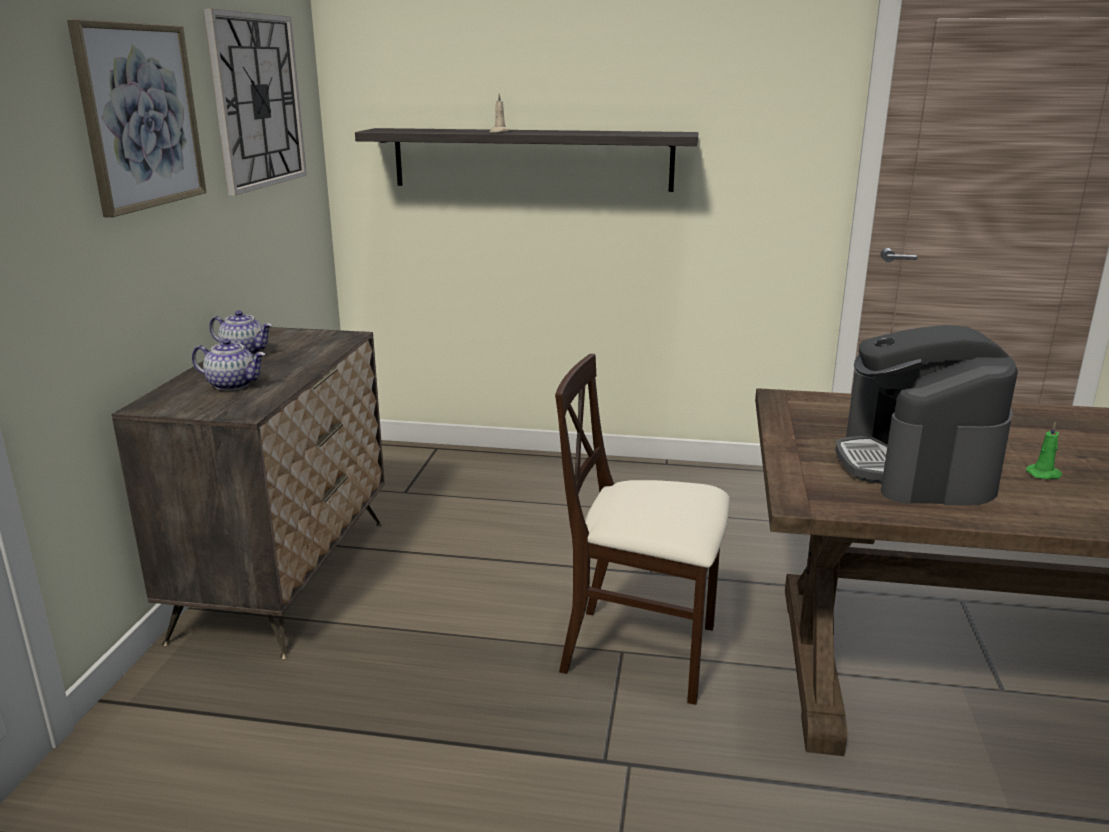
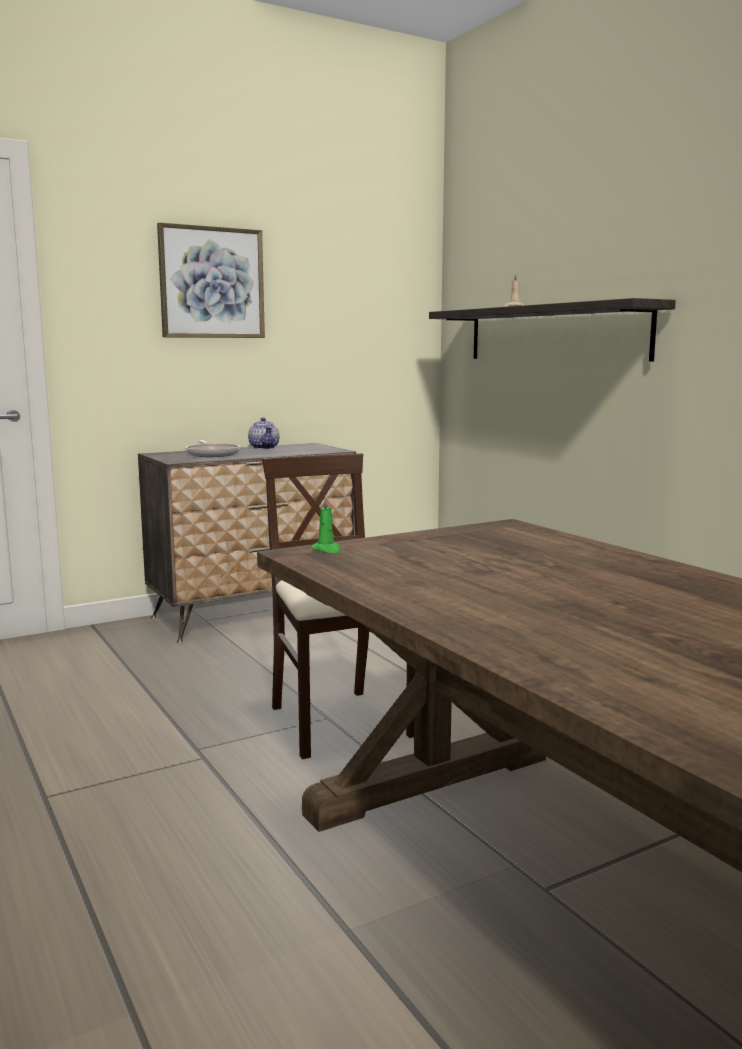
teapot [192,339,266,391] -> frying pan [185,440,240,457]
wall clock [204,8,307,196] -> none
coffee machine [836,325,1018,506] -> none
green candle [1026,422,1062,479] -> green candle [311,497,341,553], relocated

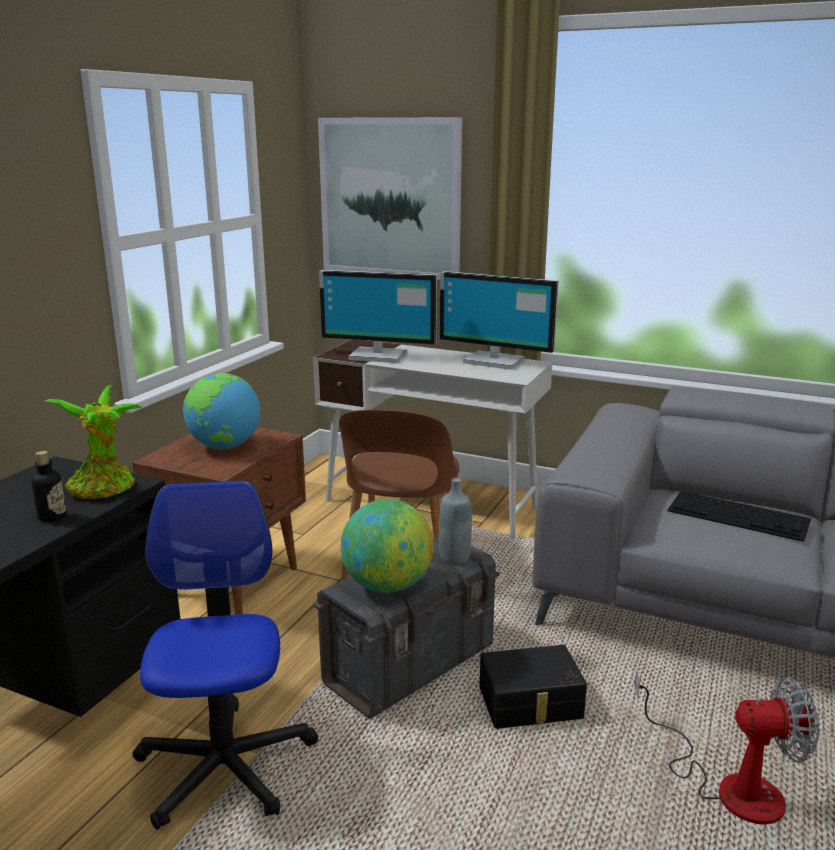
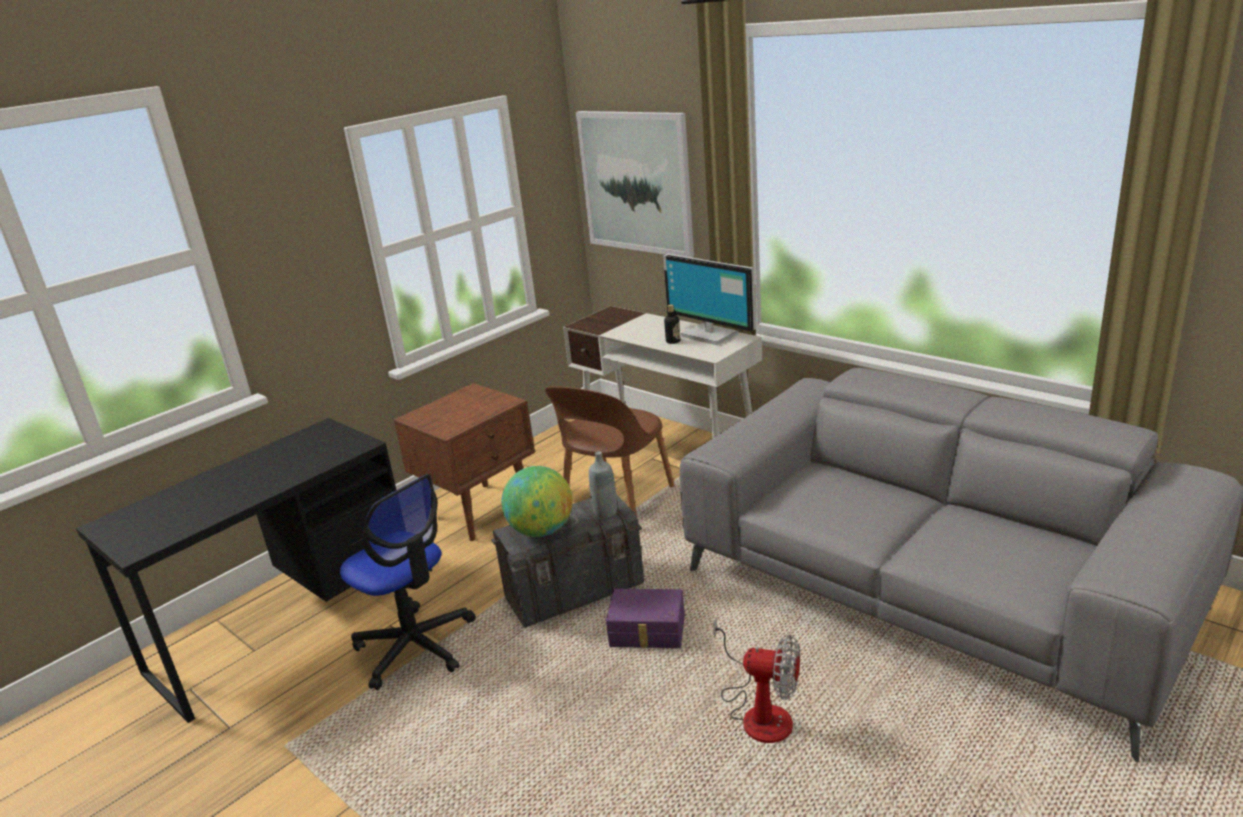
bottle [31,451,67,522] -> bottle [664,304,680,344], relocated
potted plant [45,385,143,499] -> none
office chair [133,480,318,830] -> office chair [340,474,476,690], 120 degrees clockwise
globe [183,373,260,450] -> none
monitor [319,270,437,363] -> none
black storage box [480,645,587,729] -> purple storage box [606,589,685,648]
keyboard [667,491,811,542] -> none

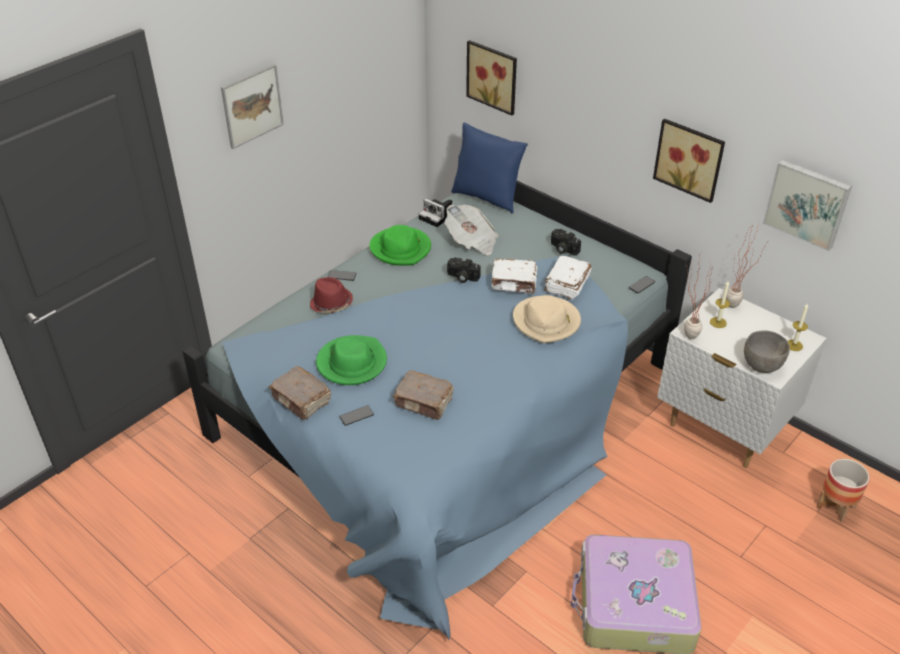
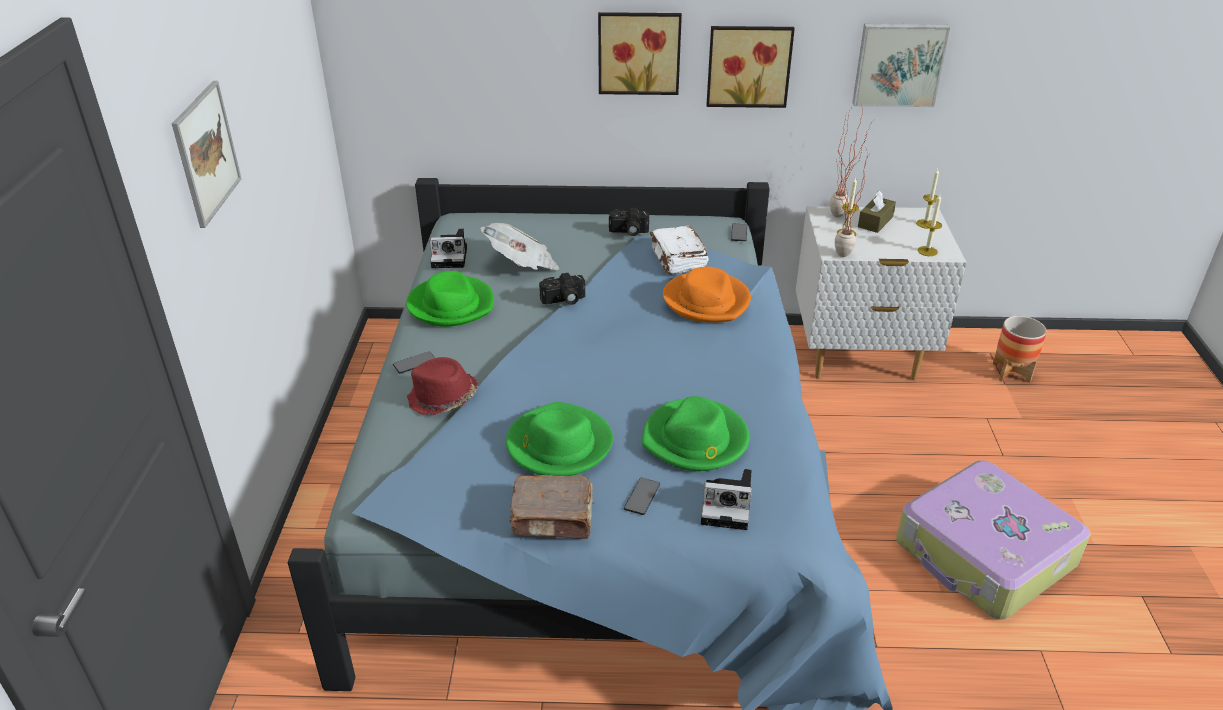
brown book [393,370,454,420] -> green hat [642,396,750,471]
blue pillow [451,122,528,214] -> none
picture [466,40,517,116] -> picture [598,12,682,95], relocated
white book [491,259,537,294] -> none
beige hat [513,295,581,343] -> orange hat [663,267,751,323]
grey bowl [744,331,790,373] -> candle [918,194,942,256]
none -> photo camera [701,469,752,530]
none -> brown tissue box [858,190,896,233]

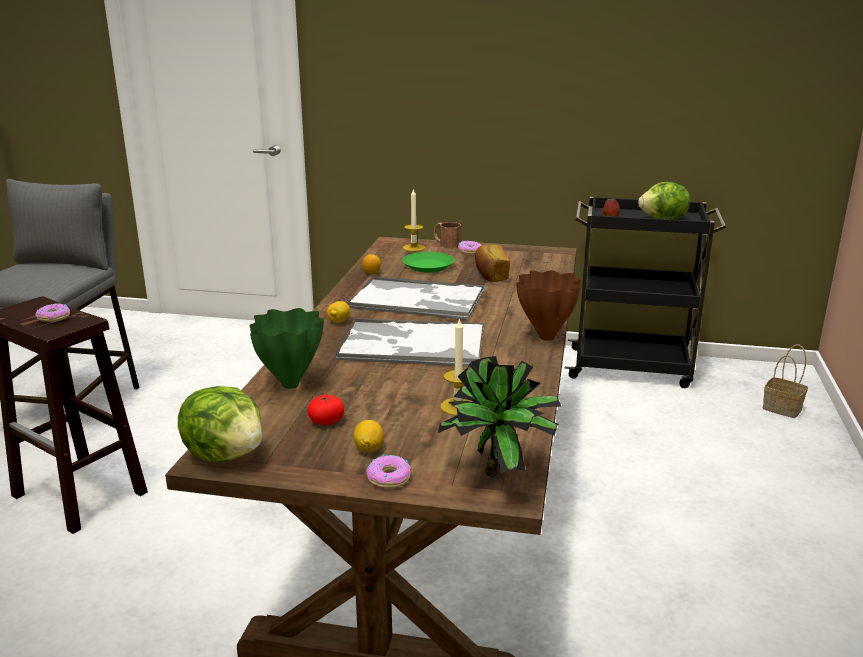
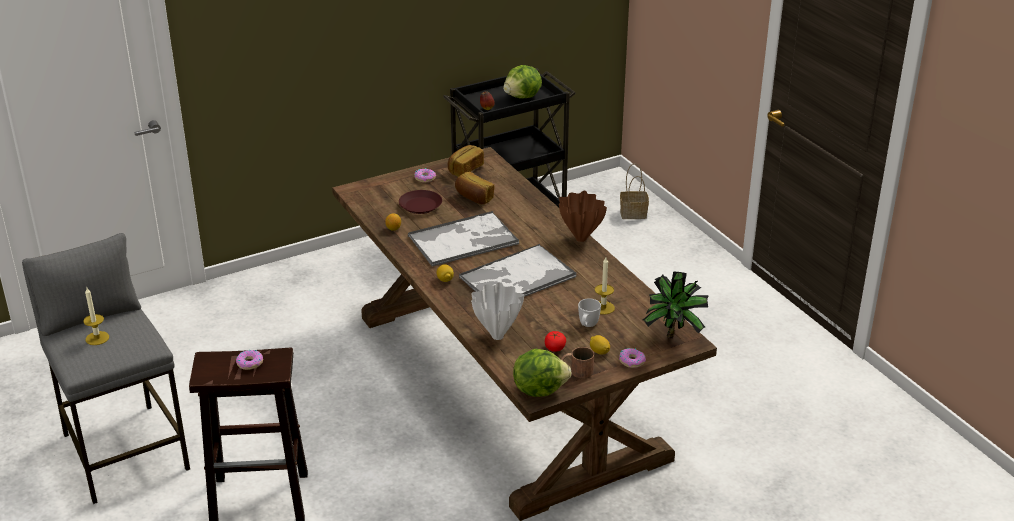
green vase [249,308,324,389] -> white vase [471,282,524,340]
green plate [402,252,454,272] -> brown plate [399,190,442,214]
candle [403,188,425,252] -> candle [83,288,109,345], relocated
brown mug [434,222,461,248] -> brown mug [561,347,594,378], relocated
none -> bread [448,145,484,177]
none -> white mug [578,299,601,327]

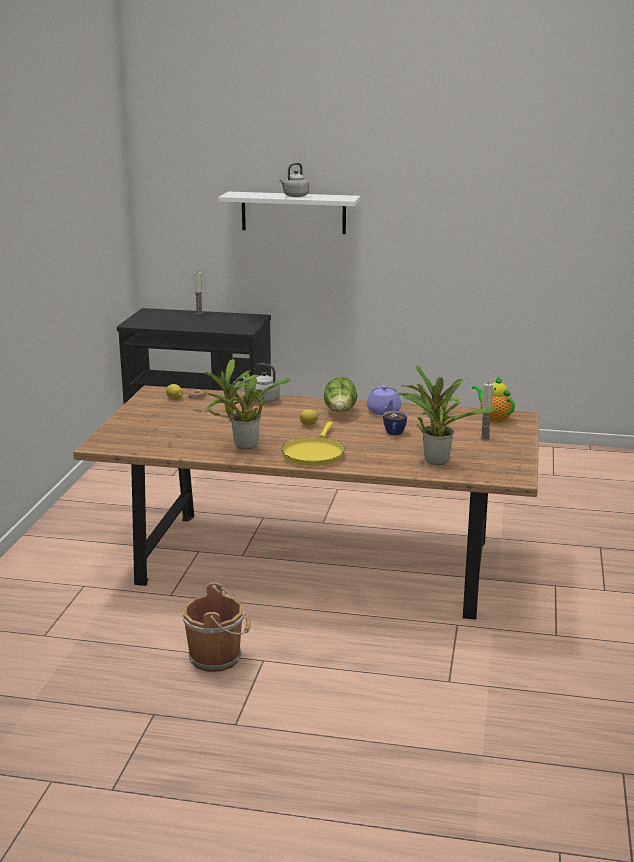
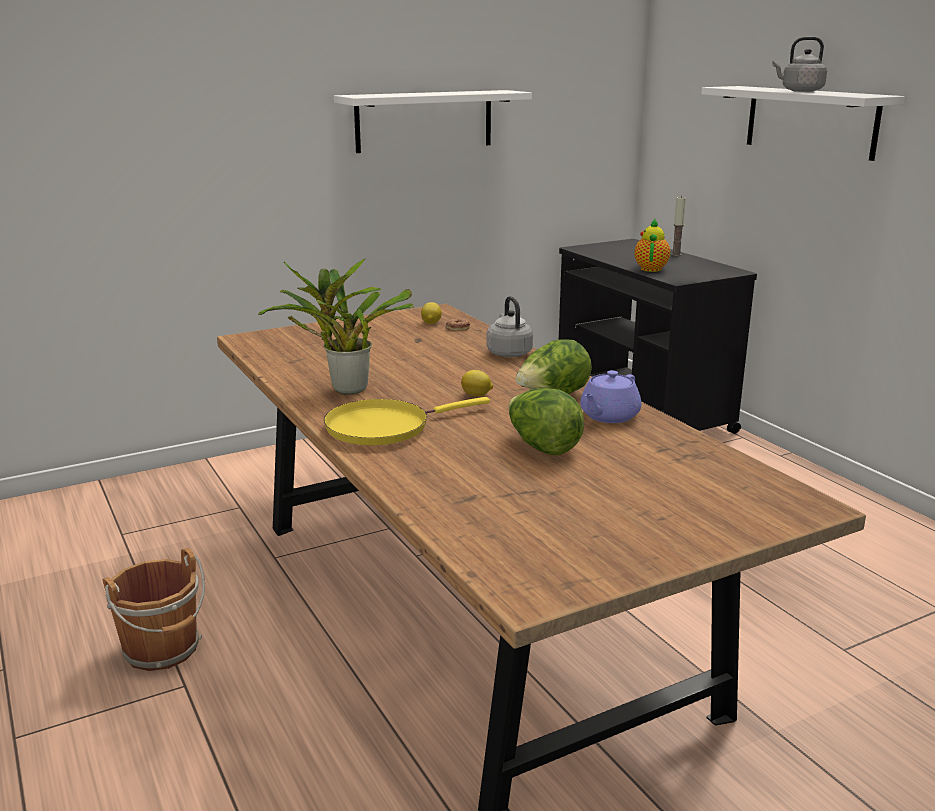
cup [383,411,408,435] -> lettuce [508,388,584,455]
potted plant [398,366,495,465] -> none
teapot [472,376,515,423] -> teapot [634,219,670,272], relocated
candle [480,383,493,440] -> none
none -> white shelf [334,90,532,153]

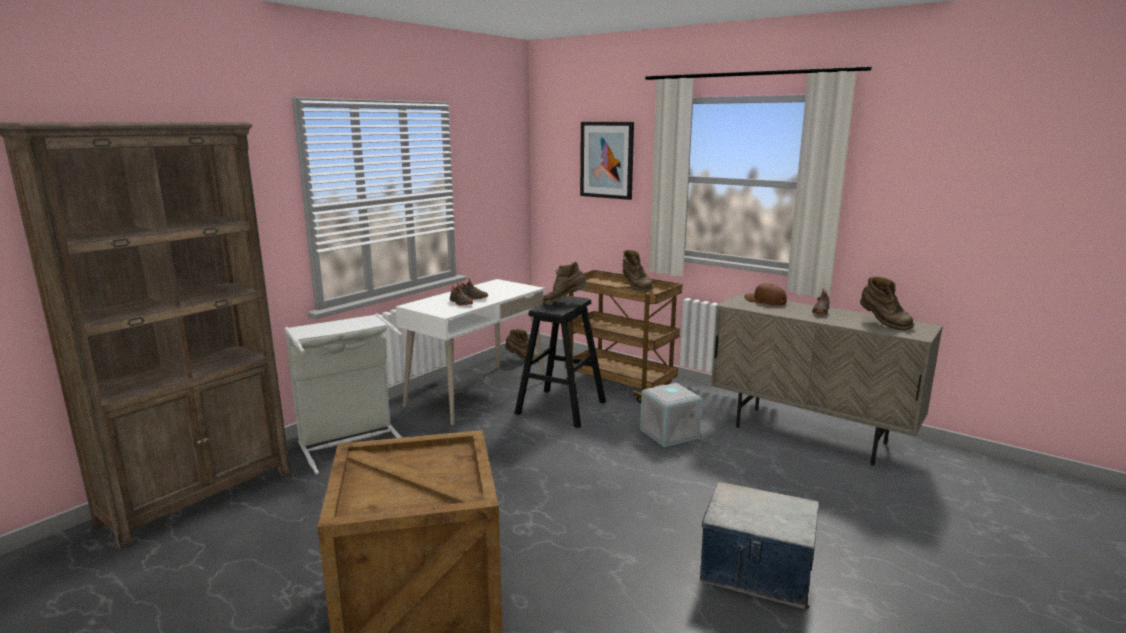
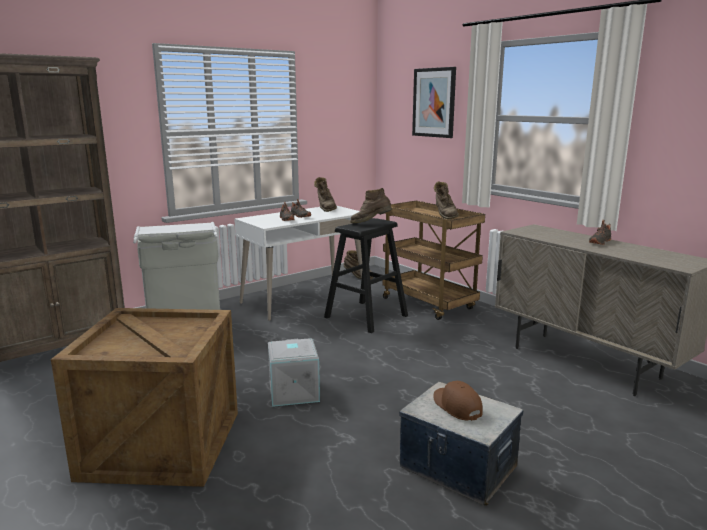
grey storage box [640,383,702,447] -> grey storage box [268,338,320,407], relocated
brown cap [744,283,787,305] -> brown cap [433,381,483,421], relocated
brown boot [860,276,914,330] -> brown boot [314,177,337,212], relocated

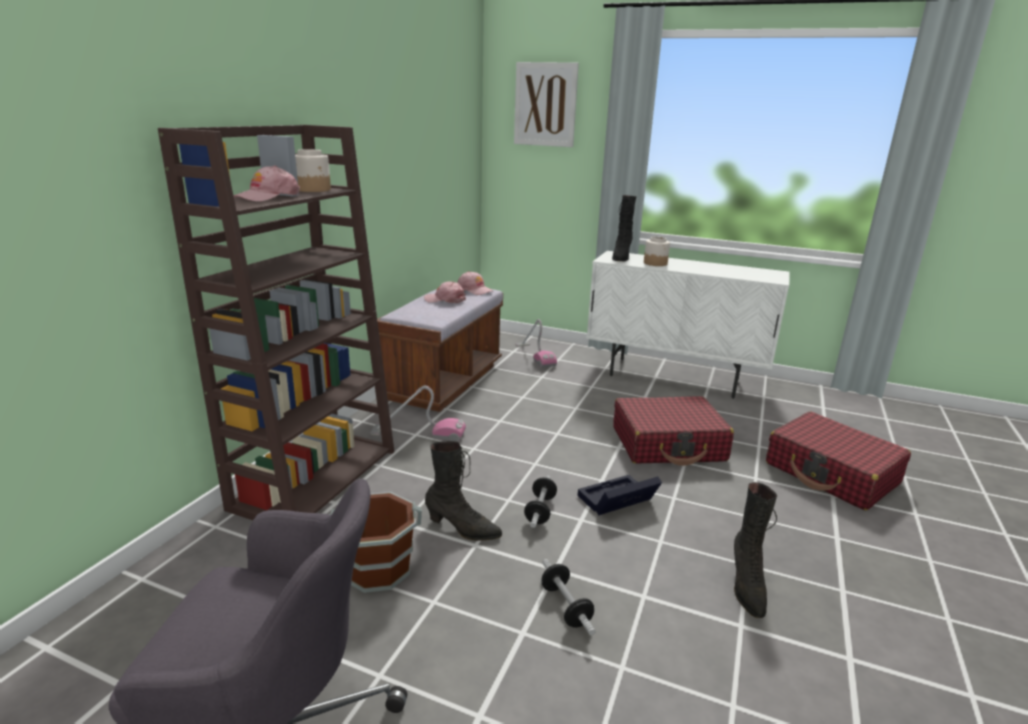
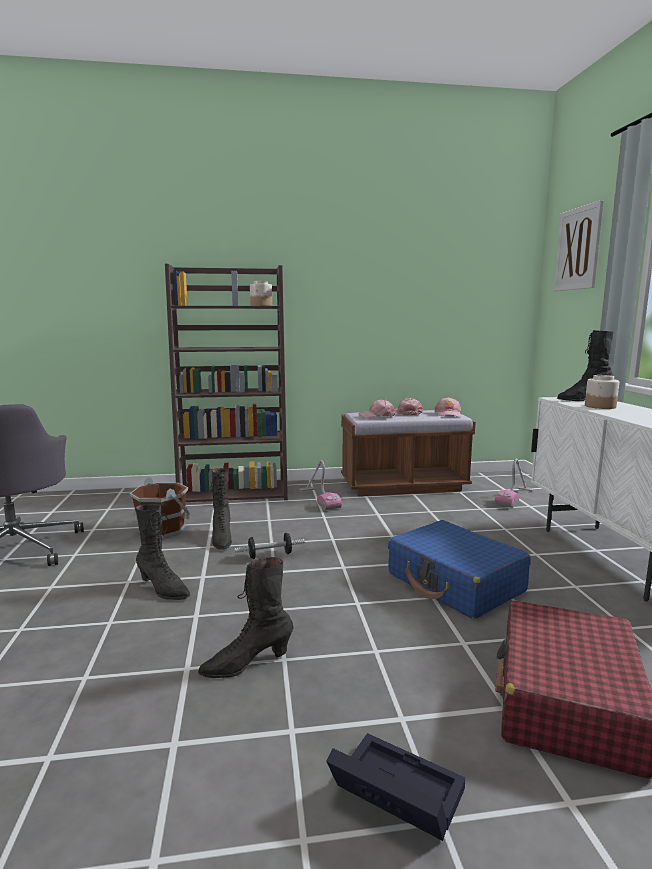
pink cap [233,165,300,202] -> pink cap [359,399,395,418], relocated
dumbbell [542,559,596,635] -> black boot [135,504,190,600]
black storage box [578,475,662,515] -> black storage box [326,733,466,841], relocated
red suitcase [613,396,734,466] -> blue suitcase [388,520,531,619]

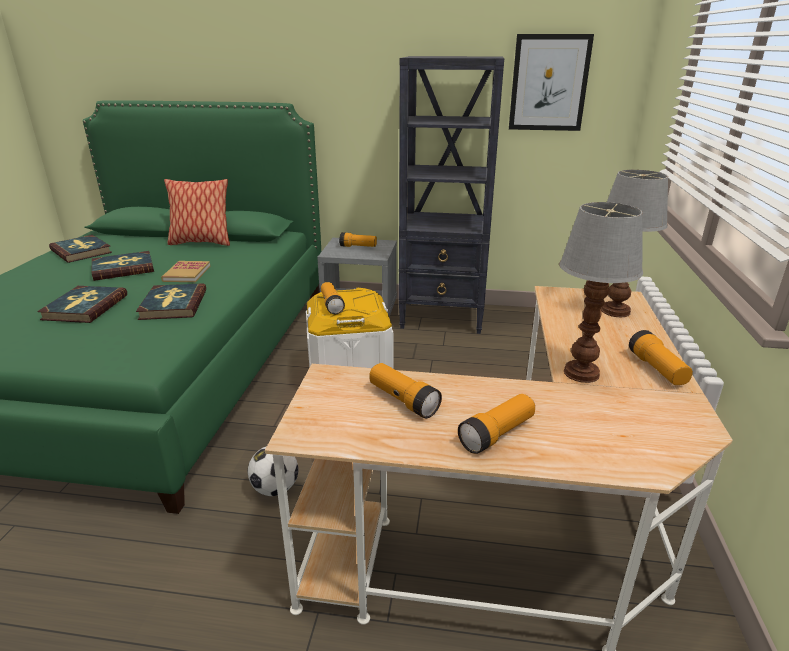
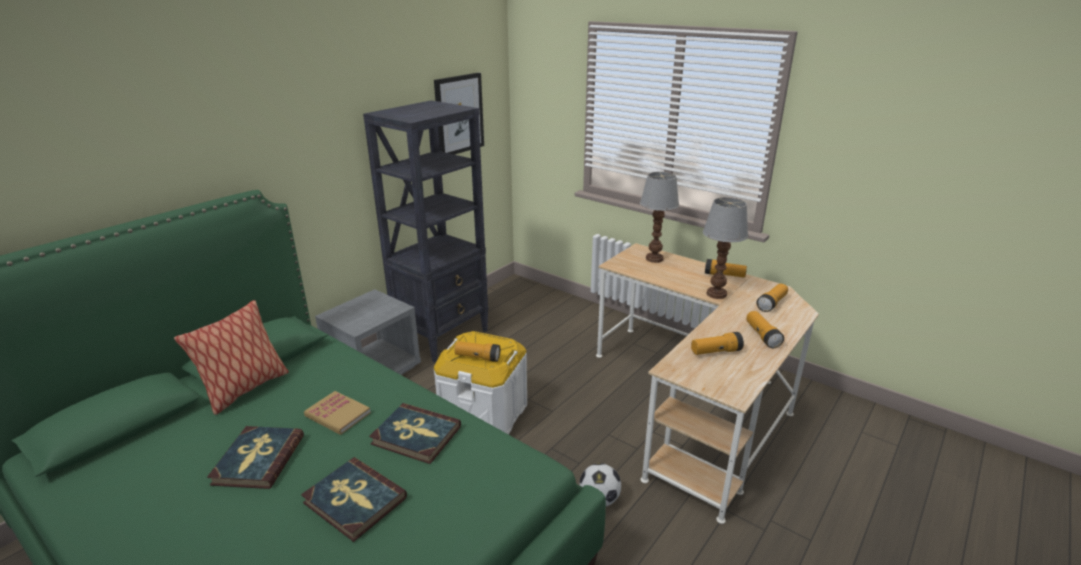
book [49,235,112,263] -> none
flashlight [339,232,377,247] -> flashlight [757,283,788,312], relocated

